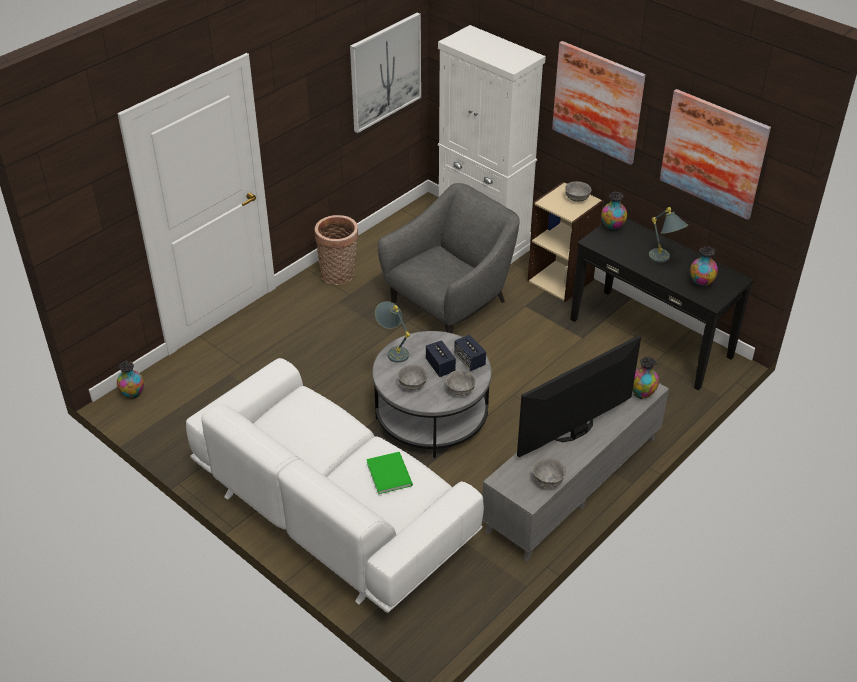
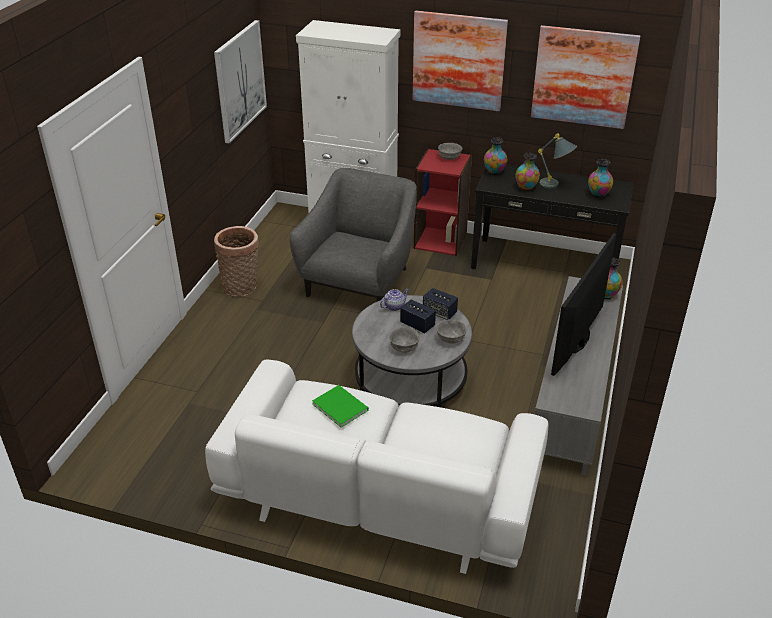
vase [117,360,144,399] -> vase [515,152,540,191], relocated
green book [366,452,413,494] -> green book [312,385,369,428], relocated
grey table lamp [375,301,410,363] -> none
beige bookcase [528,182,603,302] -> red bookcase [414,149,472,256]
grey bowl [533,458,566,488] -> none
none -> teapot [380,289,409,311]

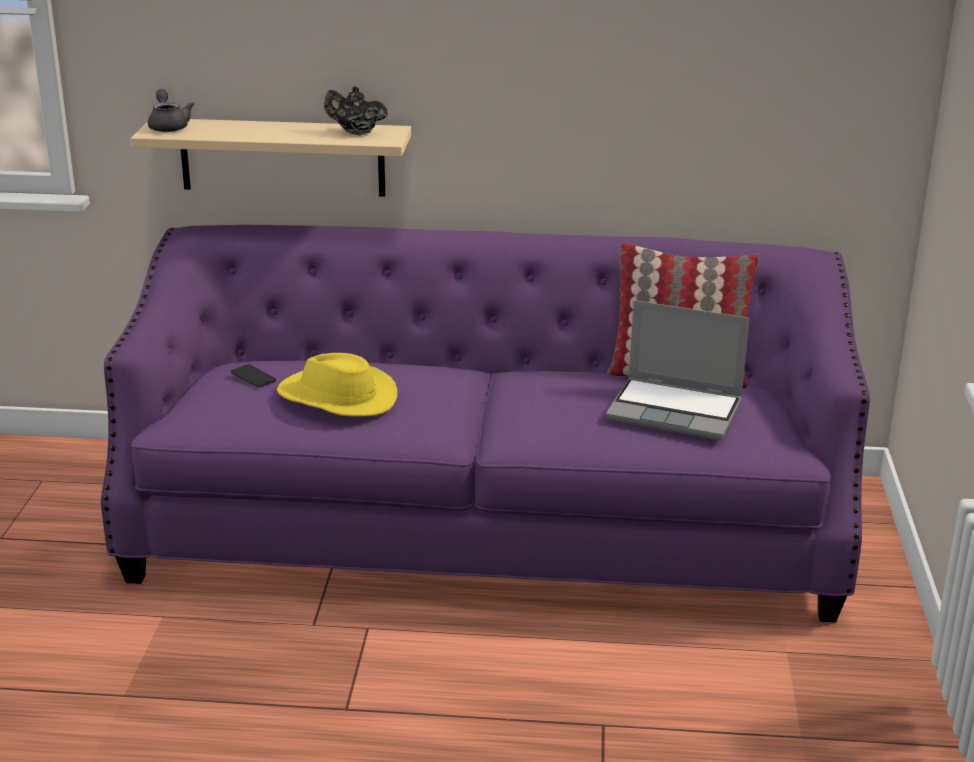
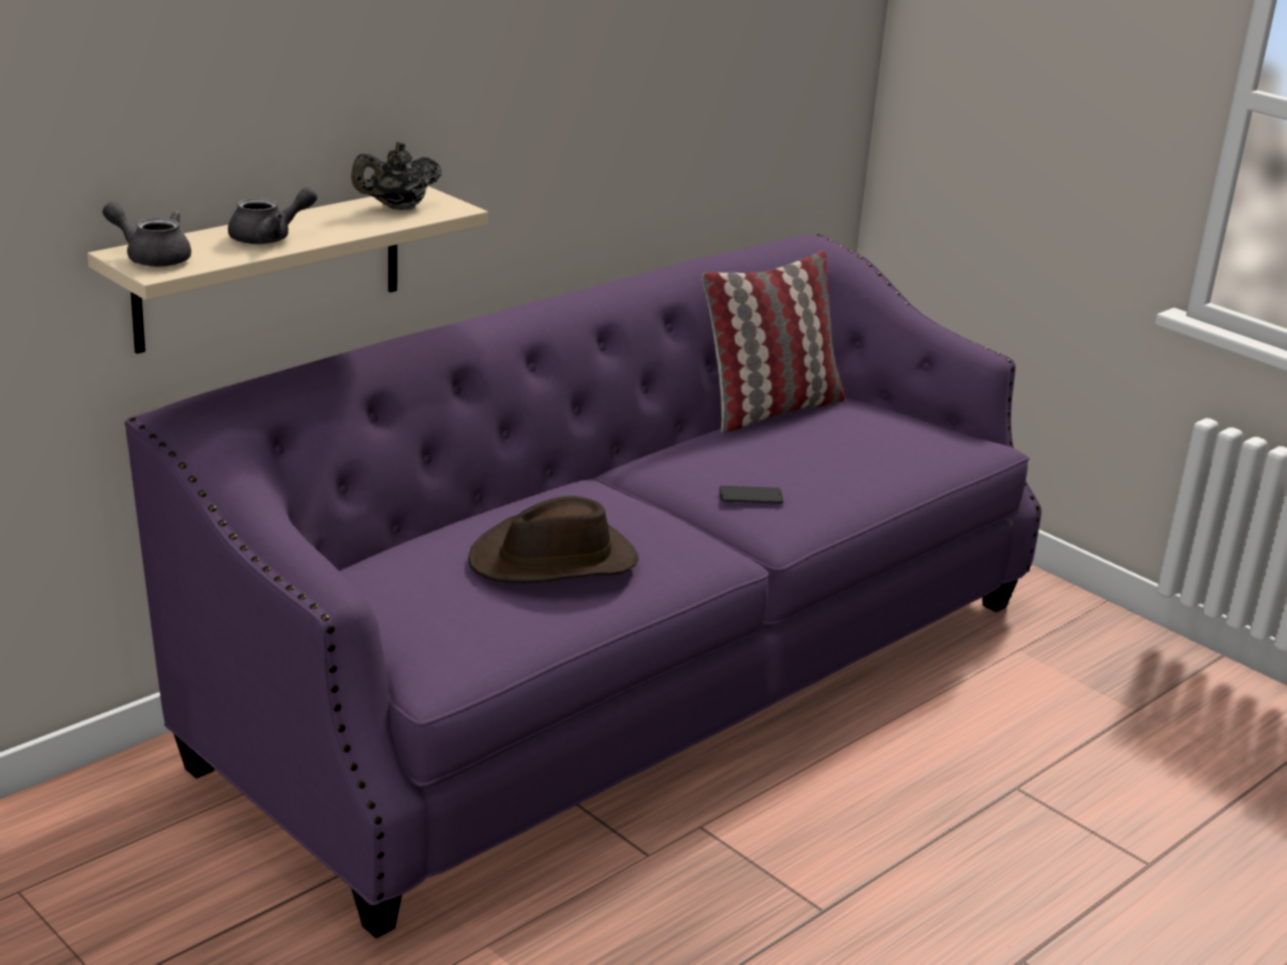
phone [231,365,276,388] -> phone [719,486,784,504], relocated
yellow hat [277,353,397,417] -> brown hat [468,496,639,583]
laptop [605,300,749,440] -> none
none -> grey teapot [228,187,317,244]

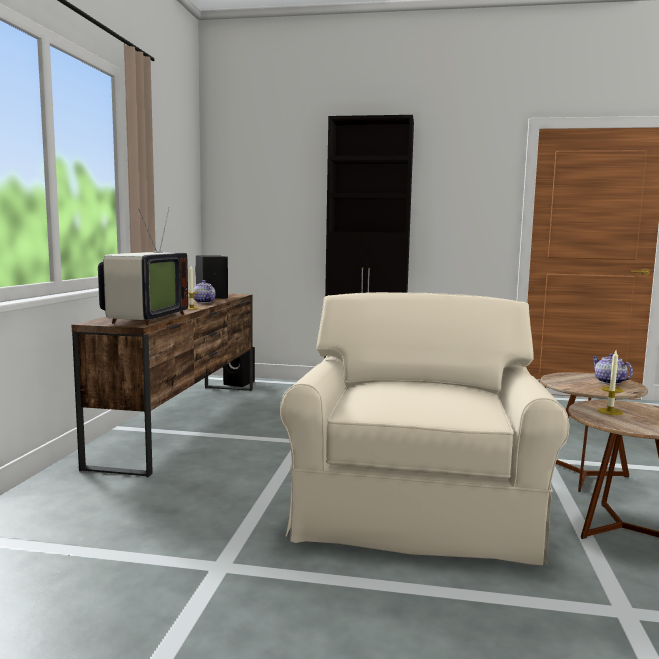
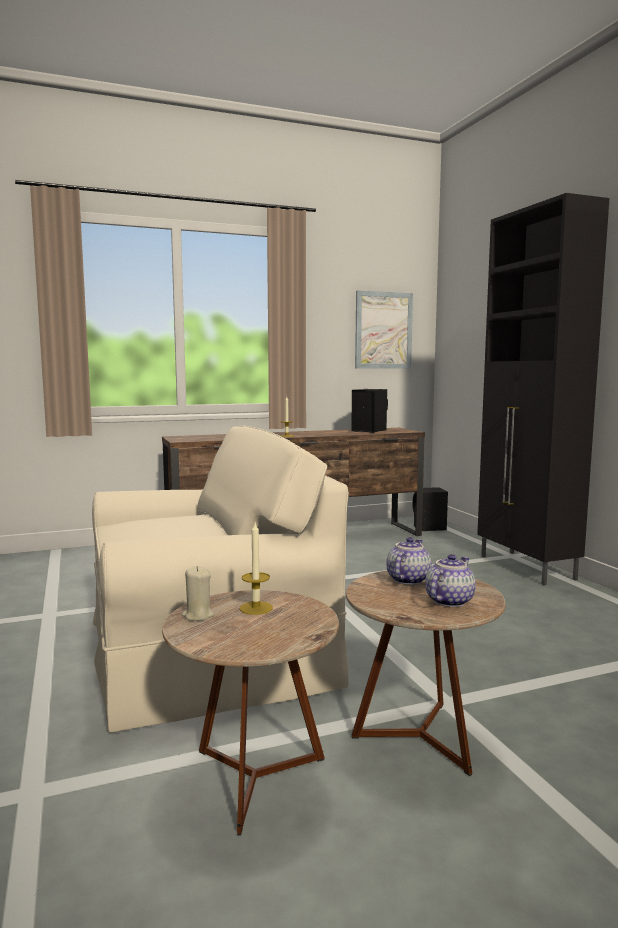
television [98,207,188,325] -> none
teapot [193,280,215,303] -> teapot [386,537,432,585], relocated
none -> beige candle [182,566,214,621]
none -> picture [355,290,413,368]

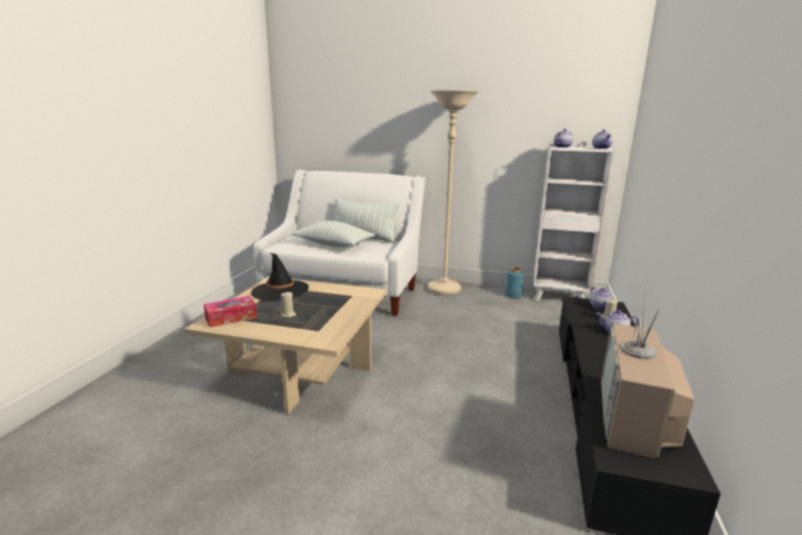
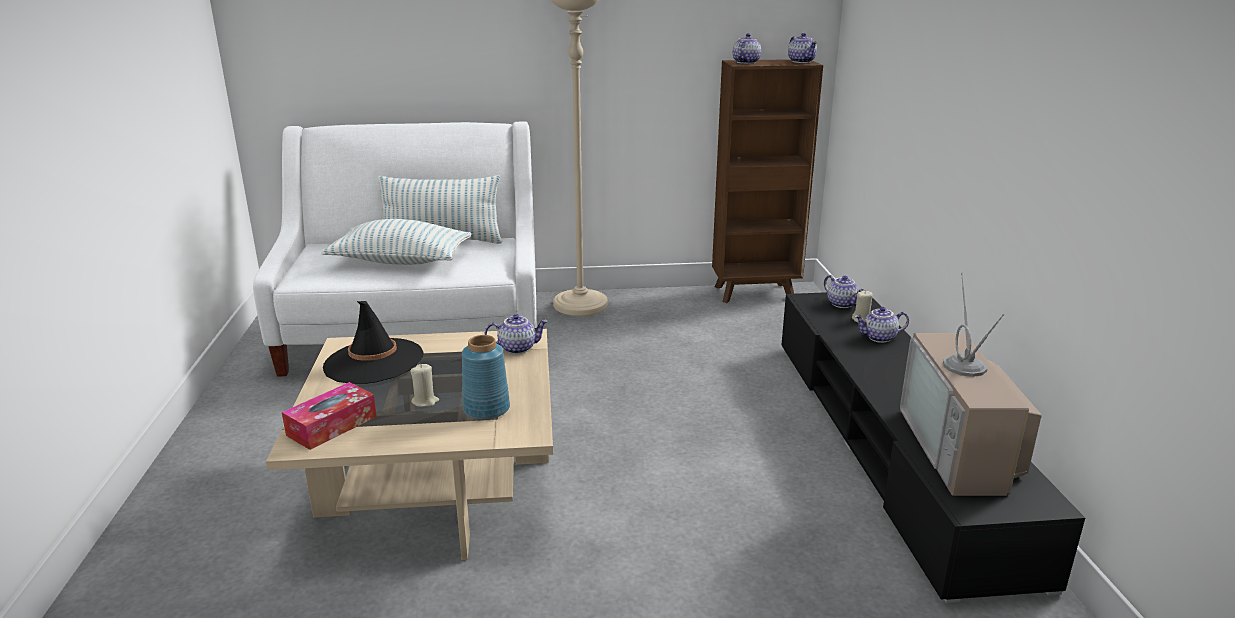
blue vase [505,267,524,299] -> blue vase [462,335,510,420], relocated
white bookcase [533,146,615,301] -> brown bookcase [712,59,823,303]
none -> teapot [484,314,548,354]

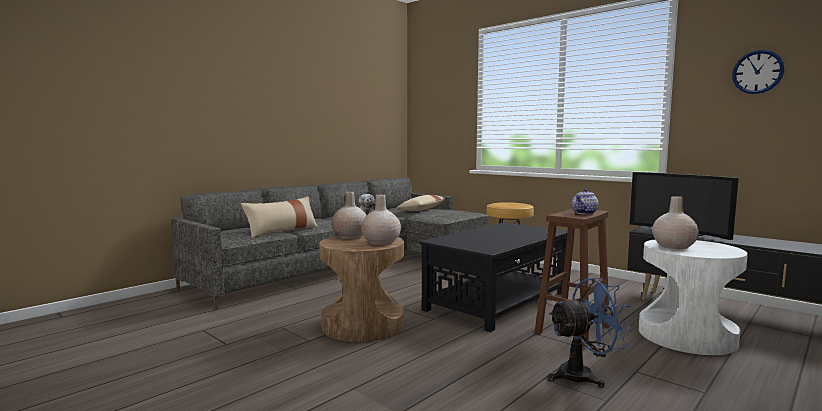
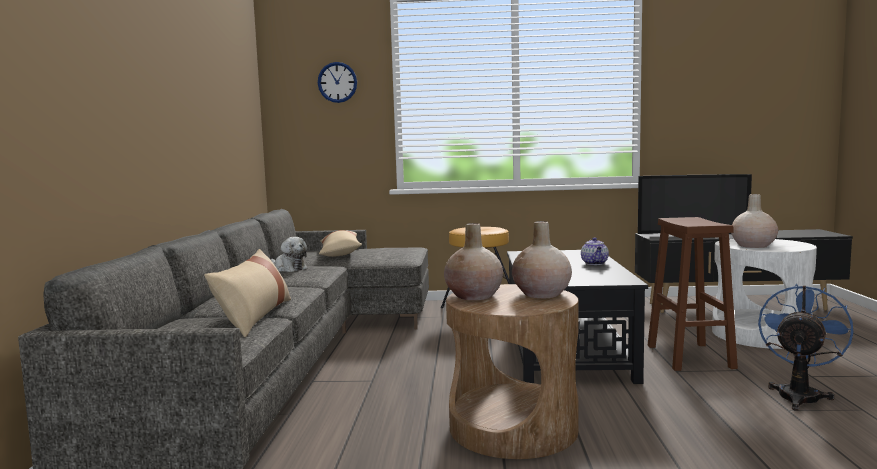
teapot [572,189,599,214] -> teapot [581,237,609,265], relocated
wall clock [732,50,785,94] -> wall clock [318,62,357,103], relocated

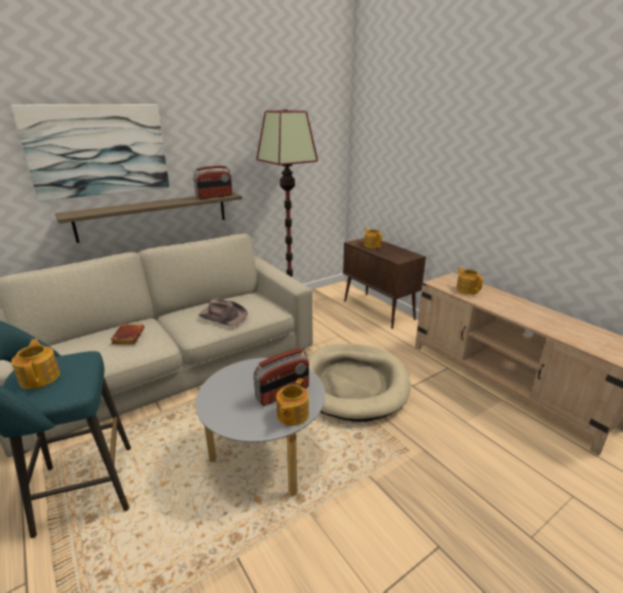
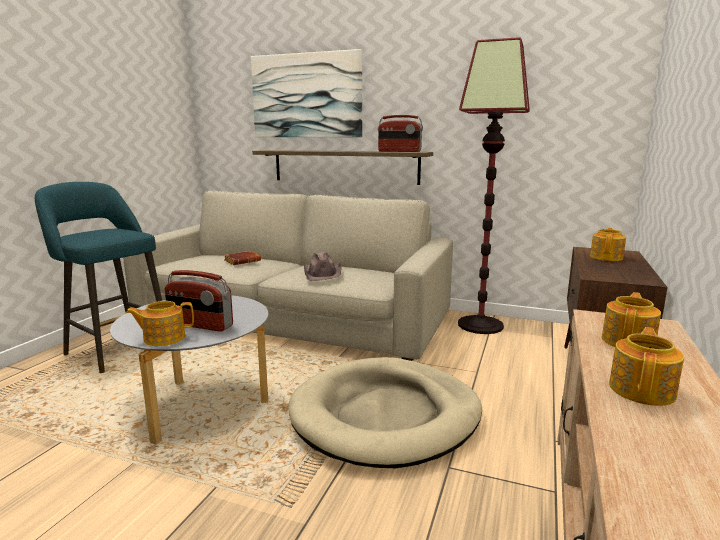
teapot [11,339,60,389] -> teapot [609,327,684,406], relocated

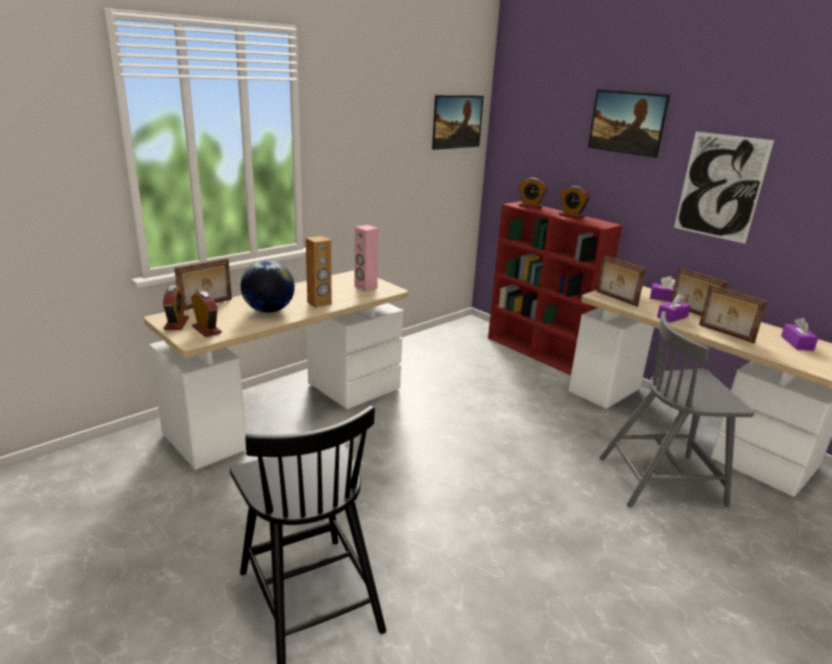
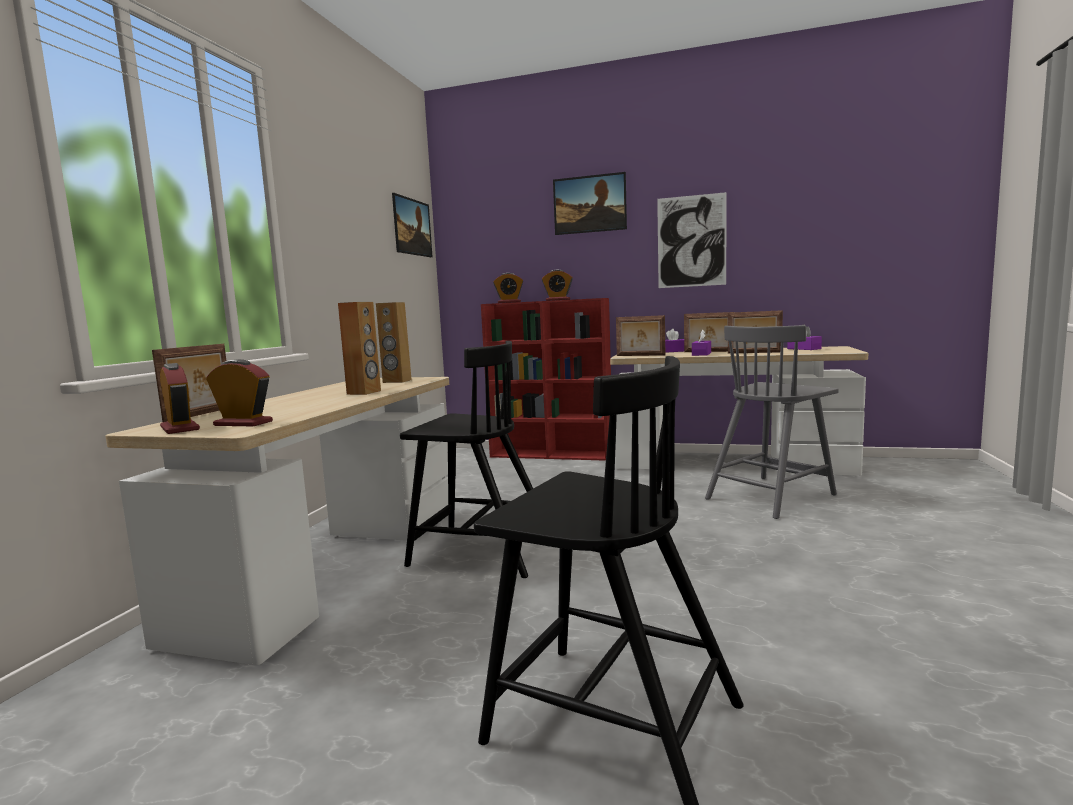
globe [241,260,295,313] -> none
pink speaker [355,225,378,292] -> brown speaker [376,302,412,383]
none -> black chair [400,341,533,578]

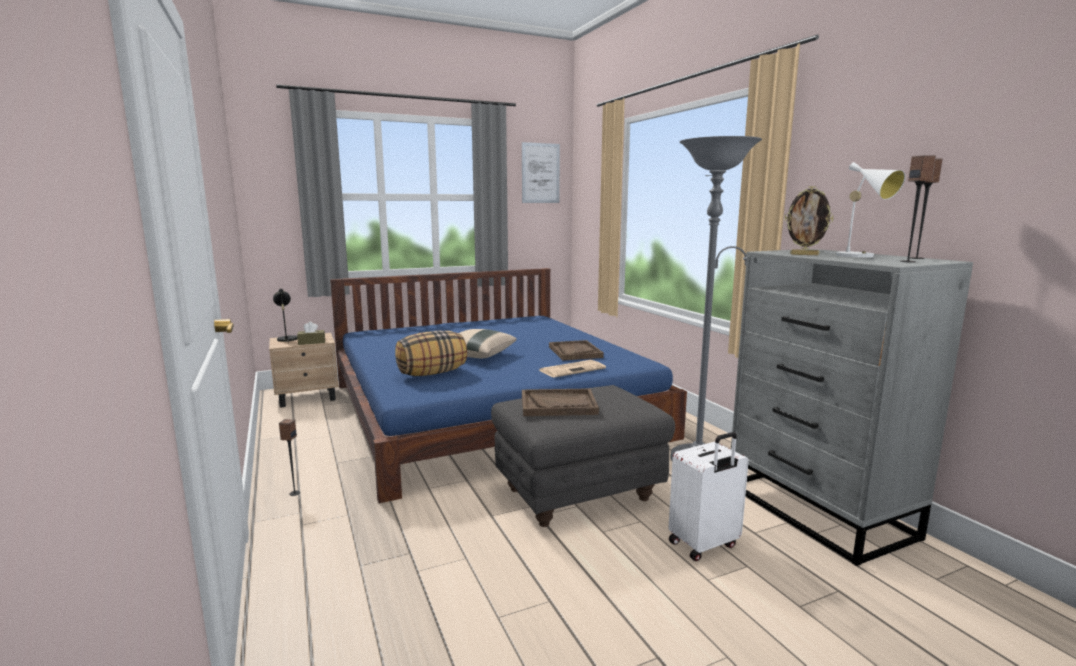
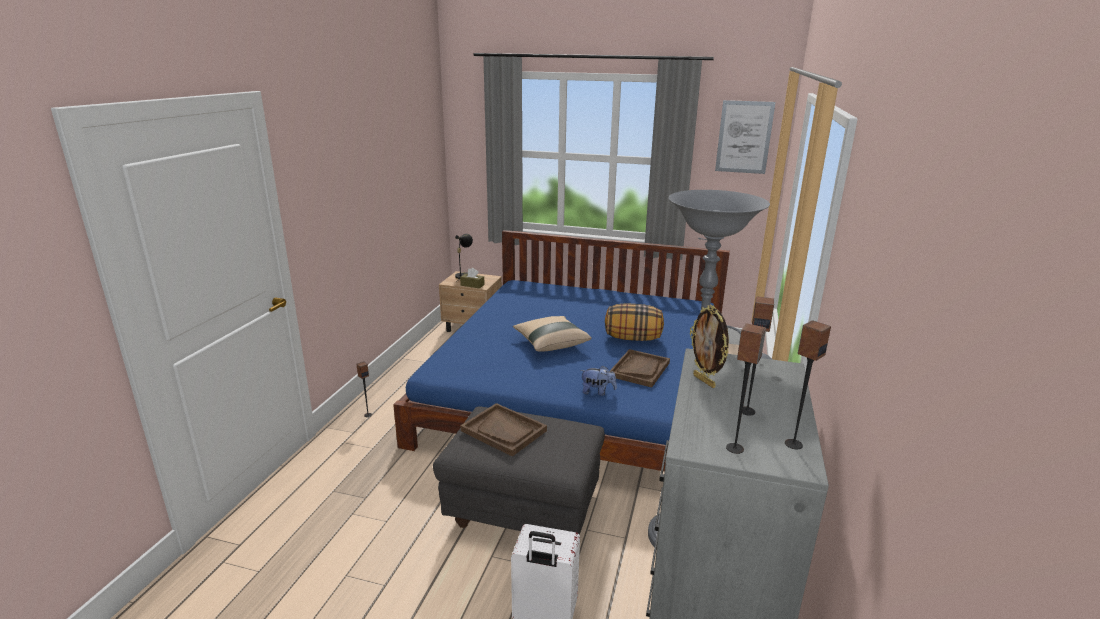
pillow [395,331,467,376] -> pillow [605,303,664,341], relocated
newspaper [539,360,606,378] -> plush toy [580,365,617,396]
white table lamp [823,162,905,258] -> speaker [742,296,774,416]

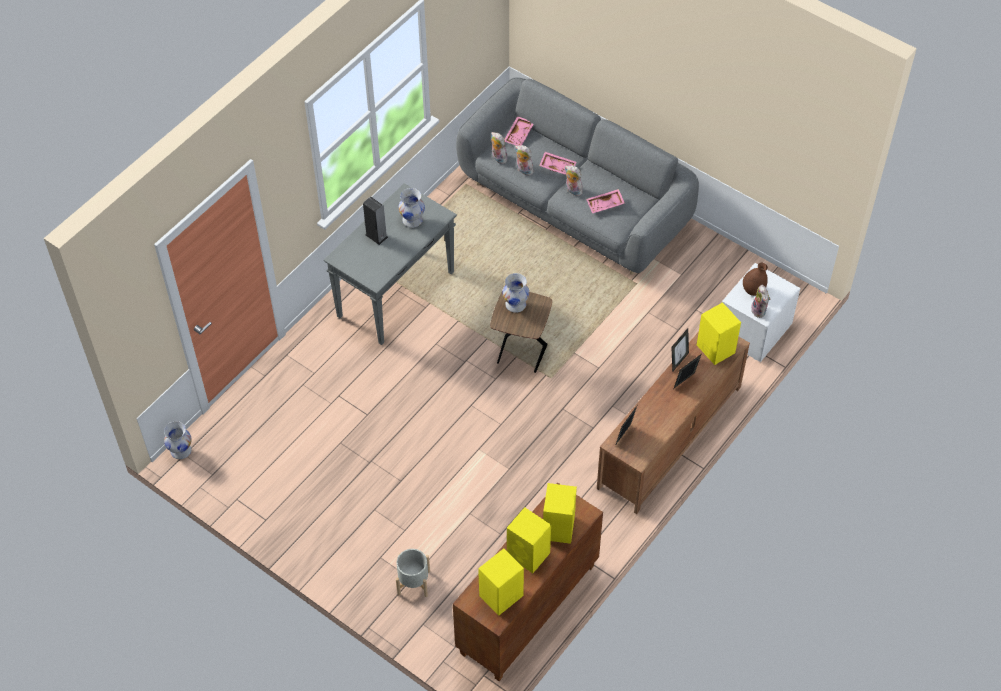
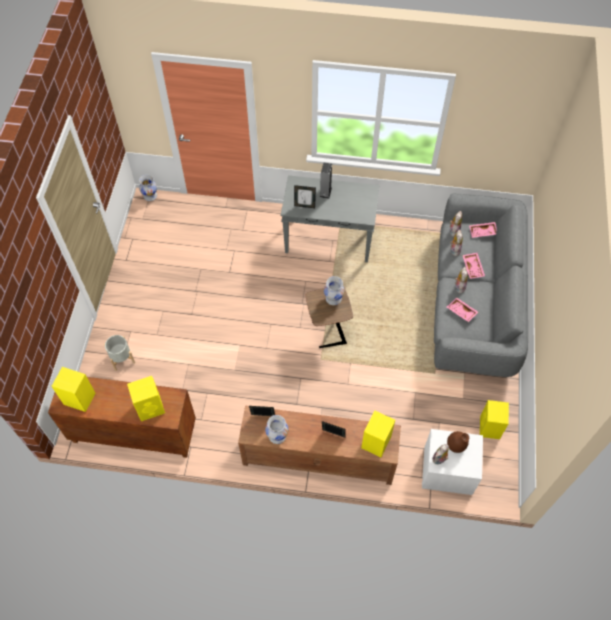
white vase [398,188,425,228] -> white vase [265,415,289,444], relocated
yellow speaker [507,507,551,573] -> yellow speaker [480,400,509,439], relocated
picture frame [671,328,689,372] -> picture frame [294,185,316,208], relocated

